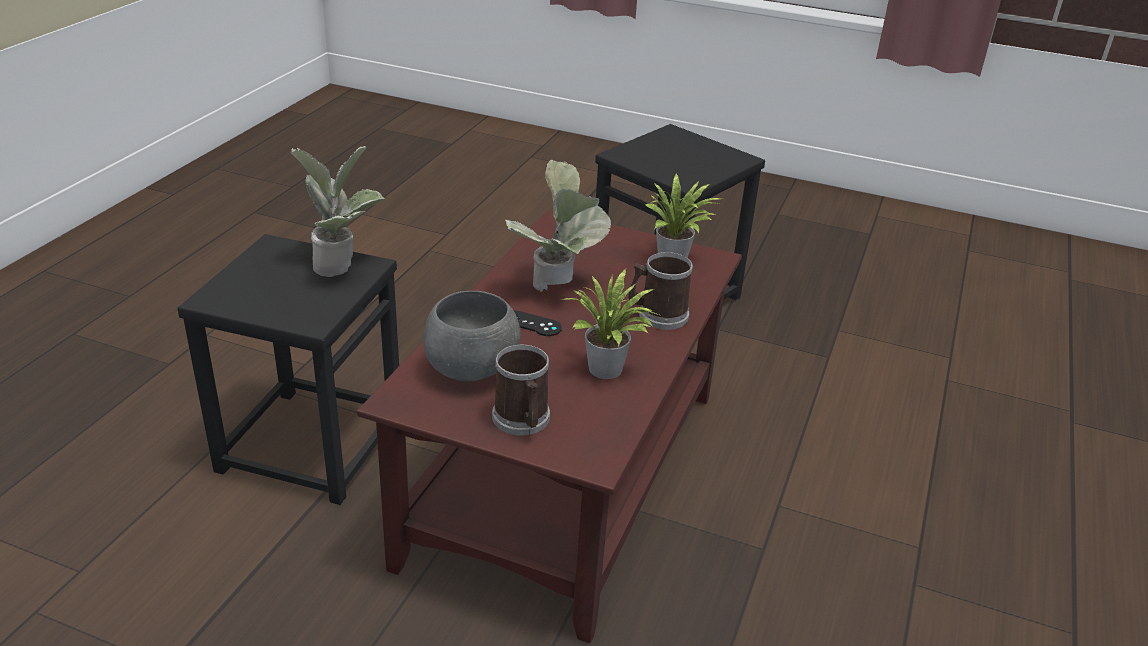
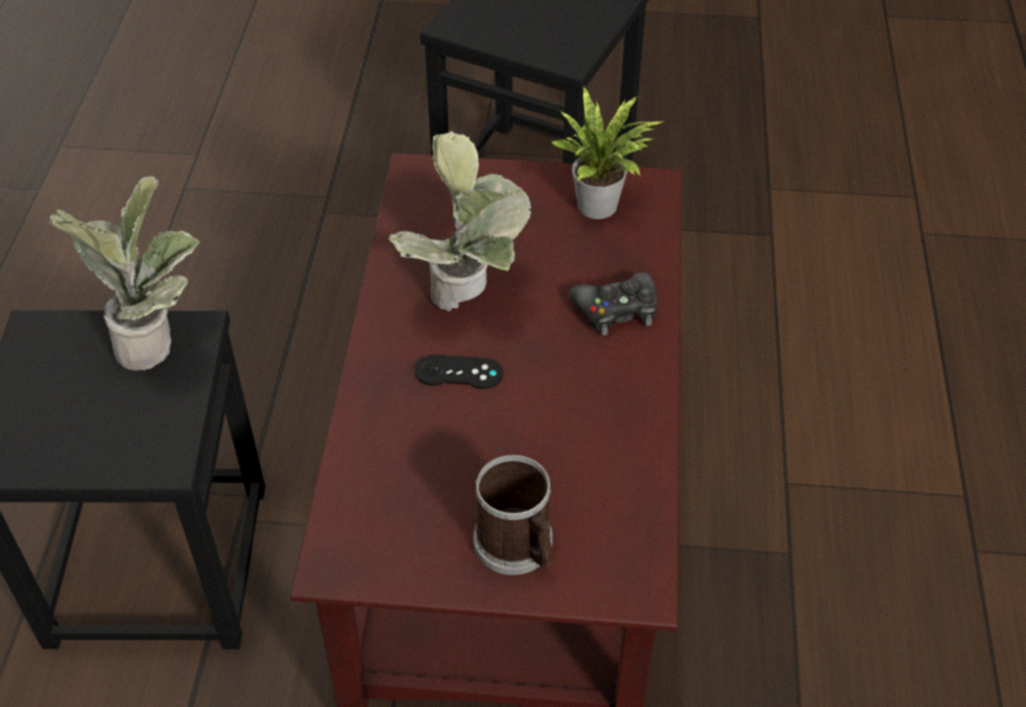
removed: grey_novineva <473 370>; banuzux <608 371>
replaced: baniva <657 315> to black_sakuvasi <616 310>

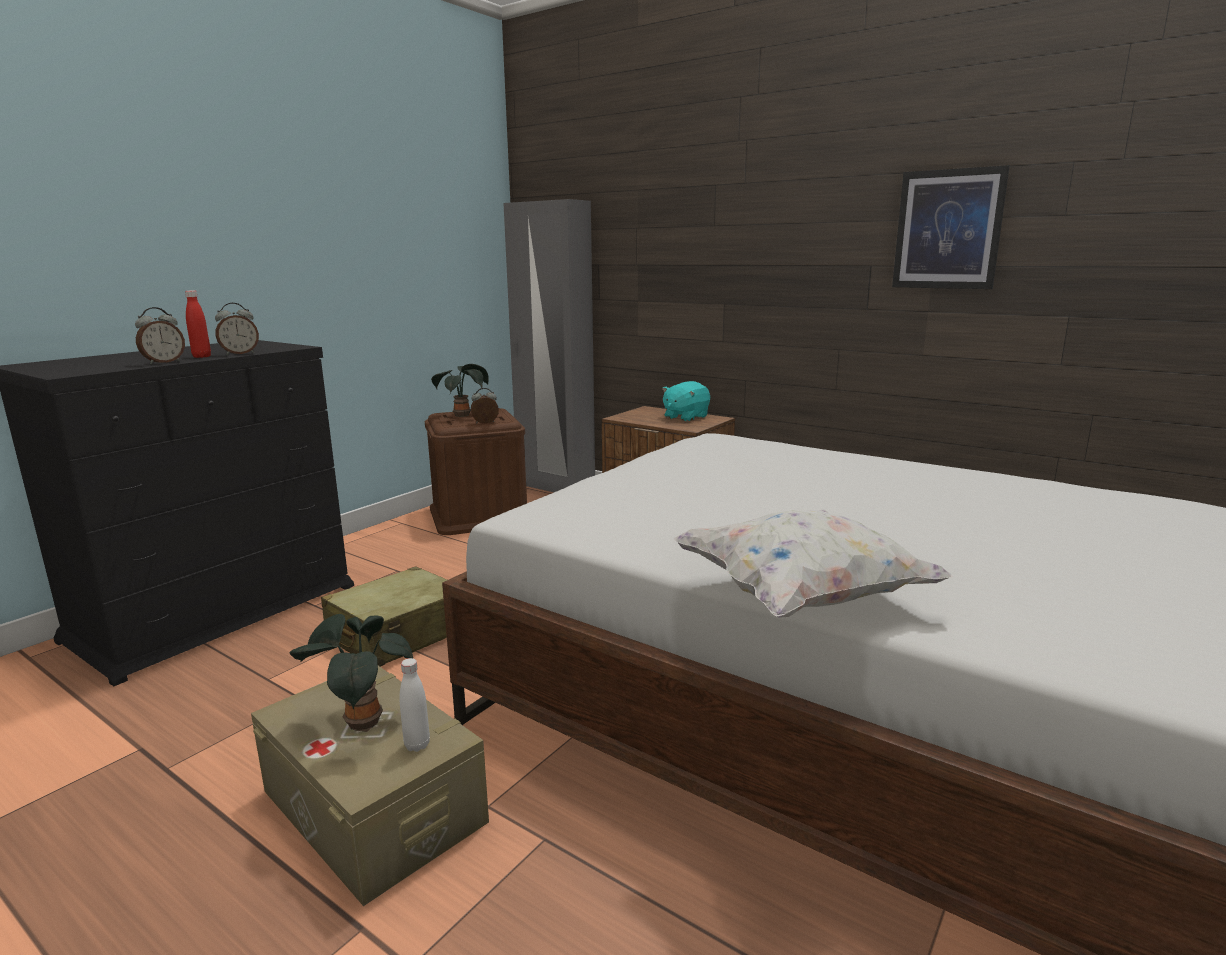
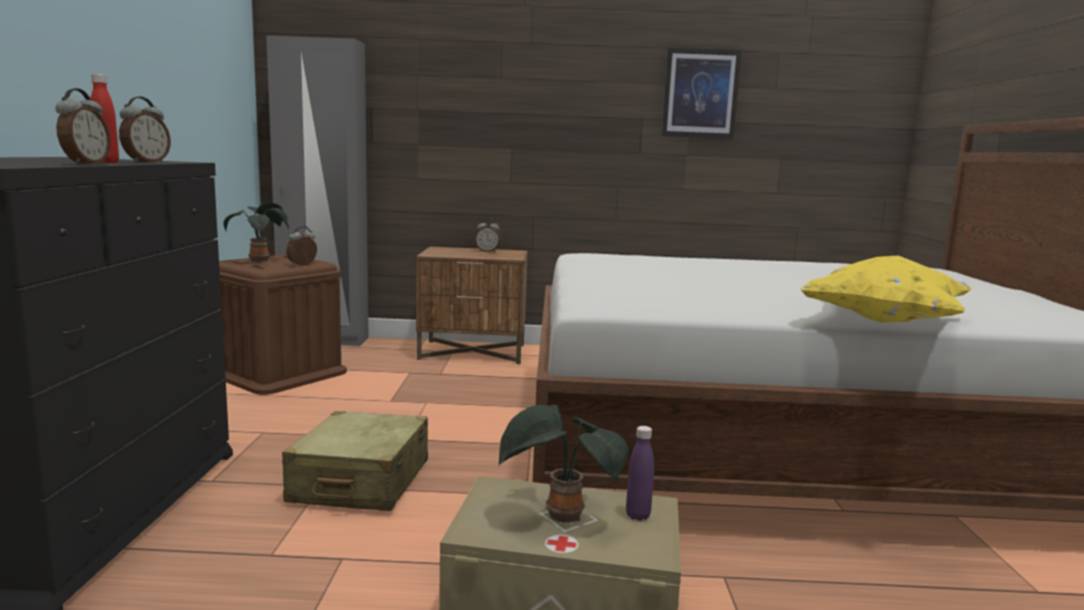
replaced: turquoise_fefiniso <685 417> to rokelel <487 251>
recoloured: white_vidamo <417 745> to purple_vidamo <638 515>; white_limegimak <802 598> to yellow_limegimak <884 321>

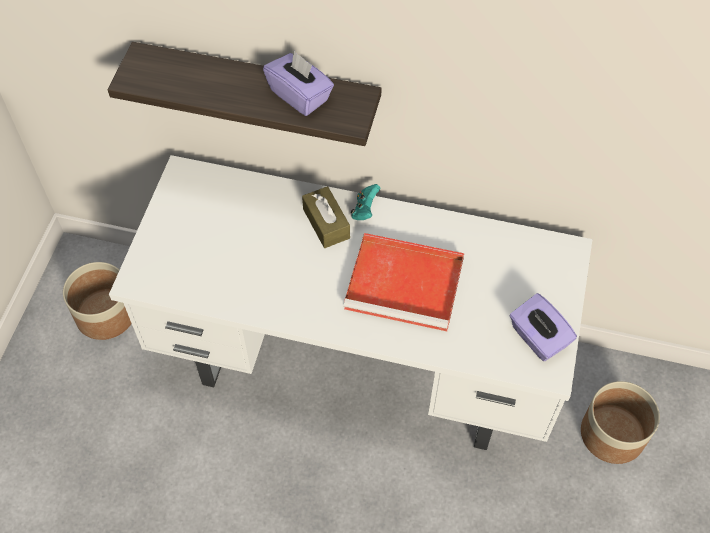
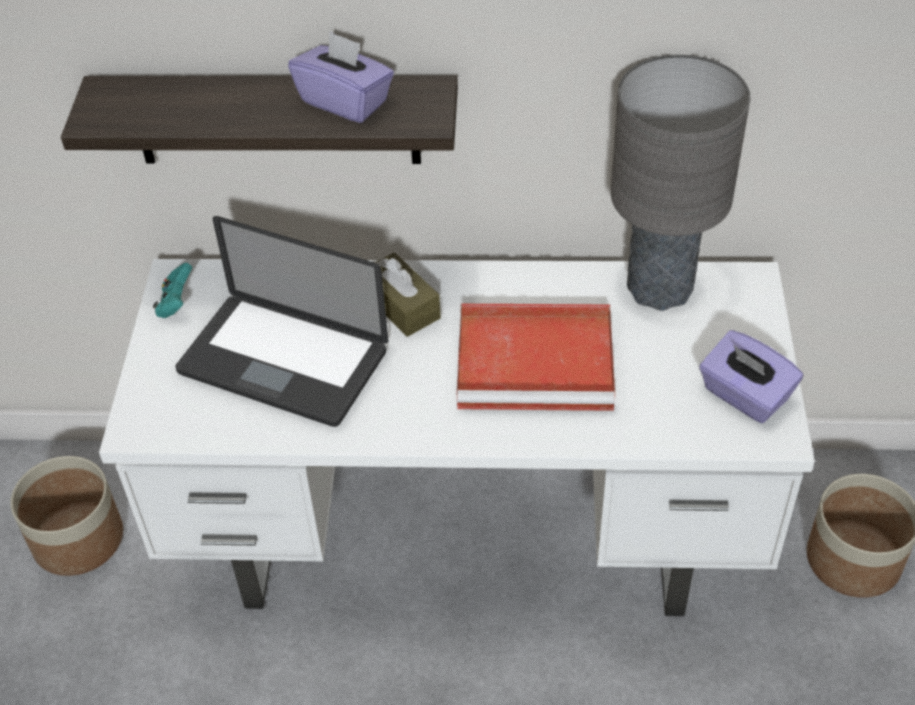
added: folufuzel <283 362>; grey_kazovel <658 288>
moved: turquoise_sakuvasi <365 210> to <176 304>

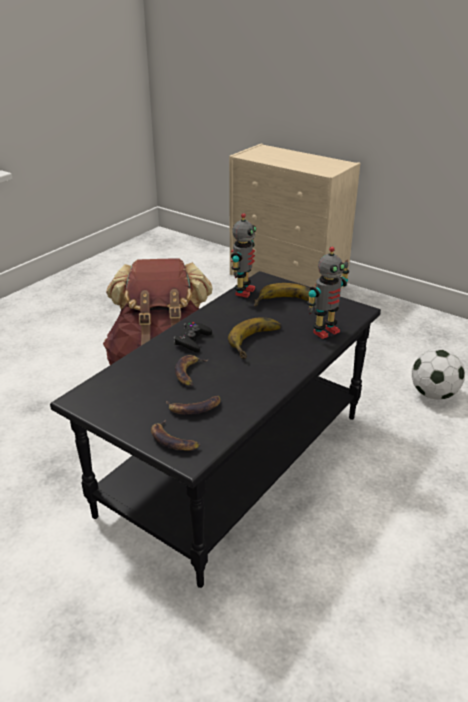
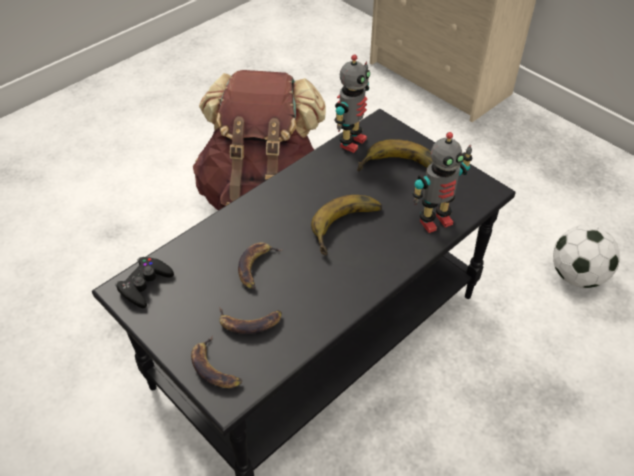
moved: black_sakuvasi <192 341> to <145 285>

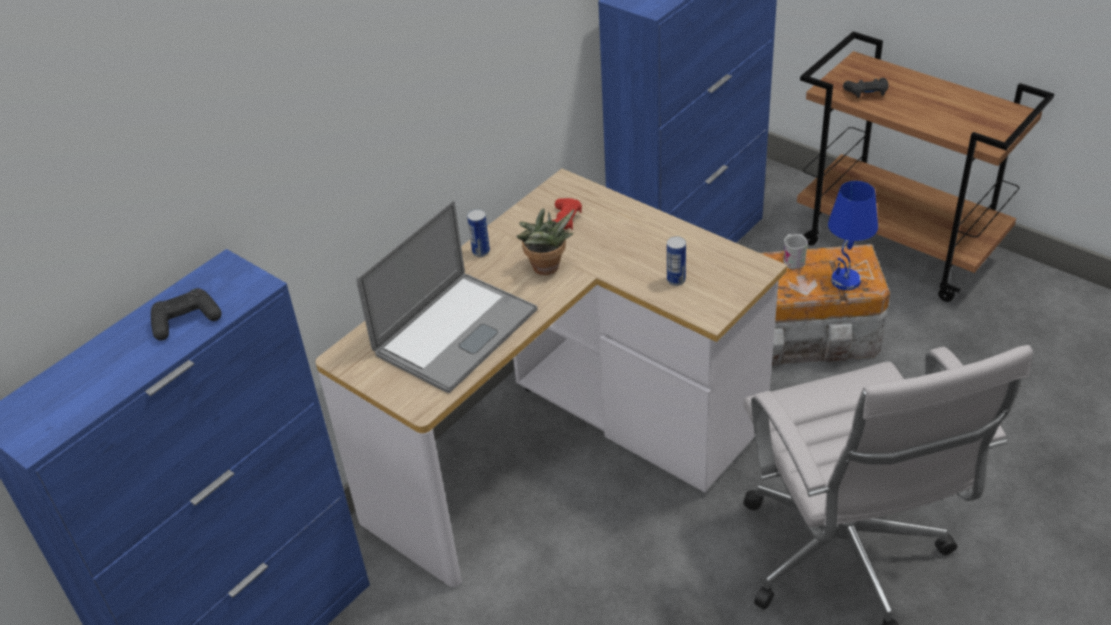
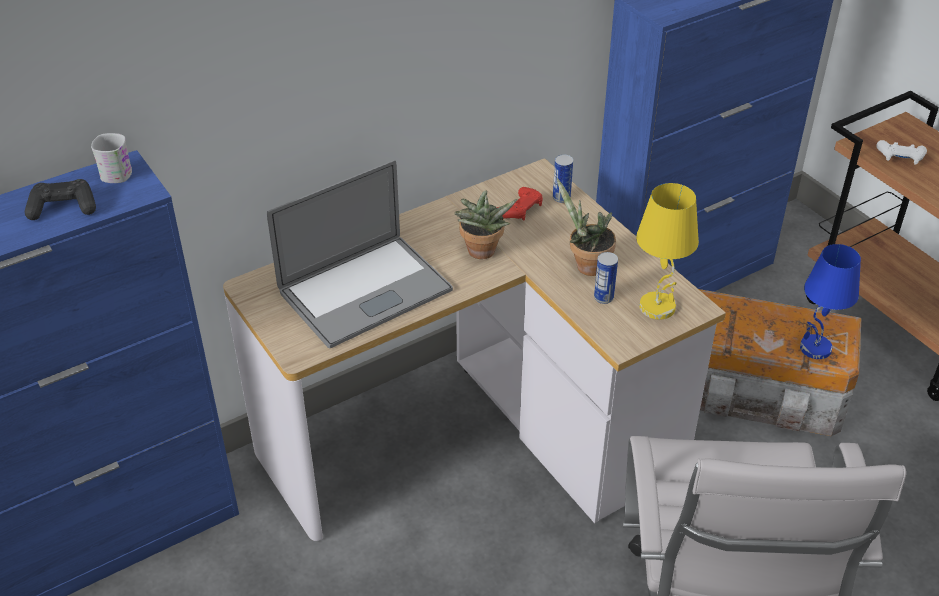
added: banuzux <585 266>; yellow_kazovel <658 307>
moved: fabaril <481 251> to <561 198>; white_baniva <792 259> to <118 171>
recoloured: black_sakuvasi <866 93> to white_sakuvasi <900 157>

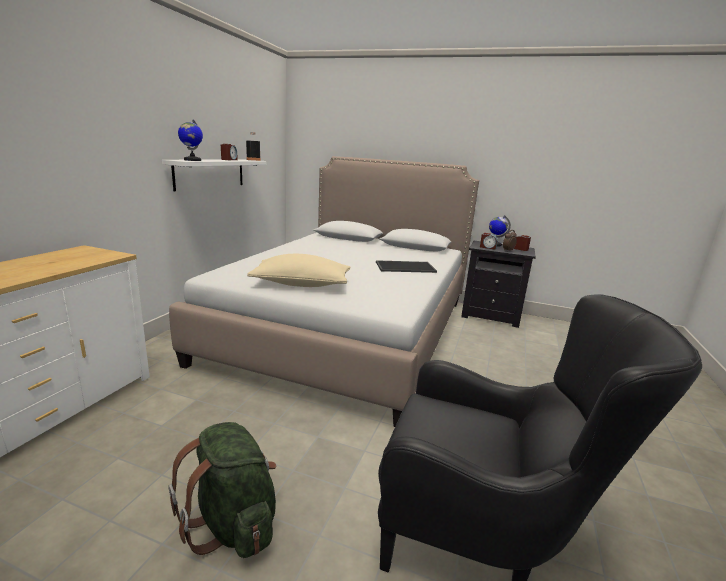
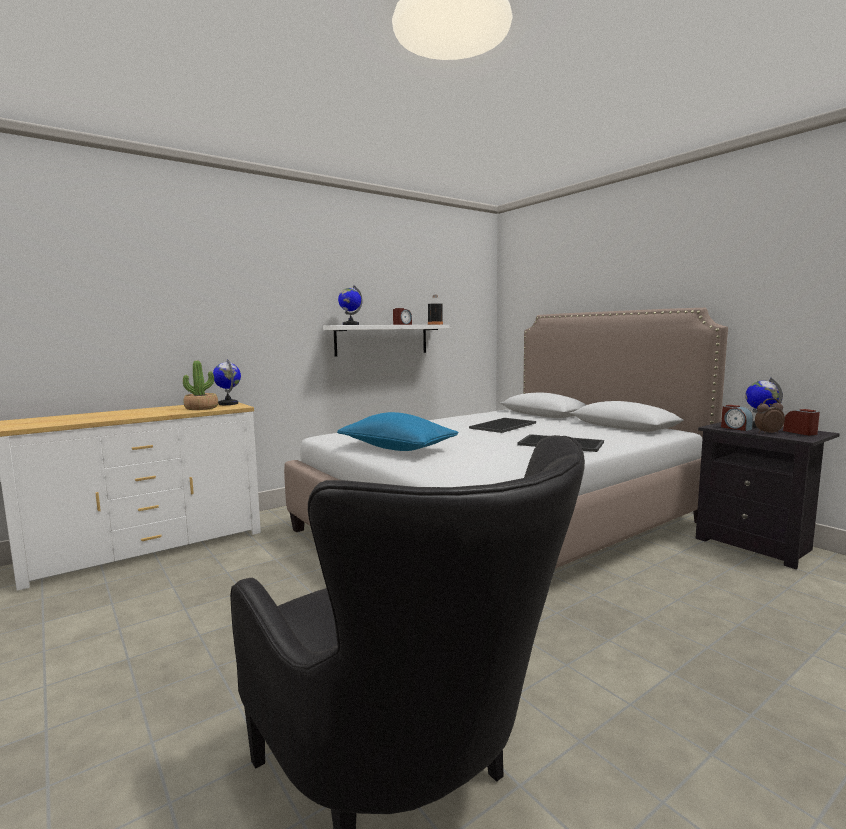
removed: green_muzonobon <233 523>
added: banuzux <201 408>; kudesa <228 404>; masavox <503 426>
recoloured: beige_limegimak <301 284> to blue_limegimak <397 448>

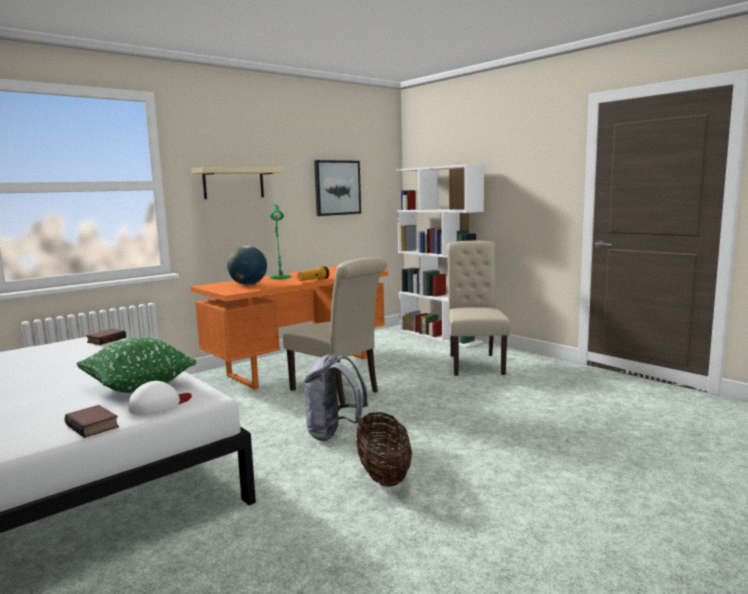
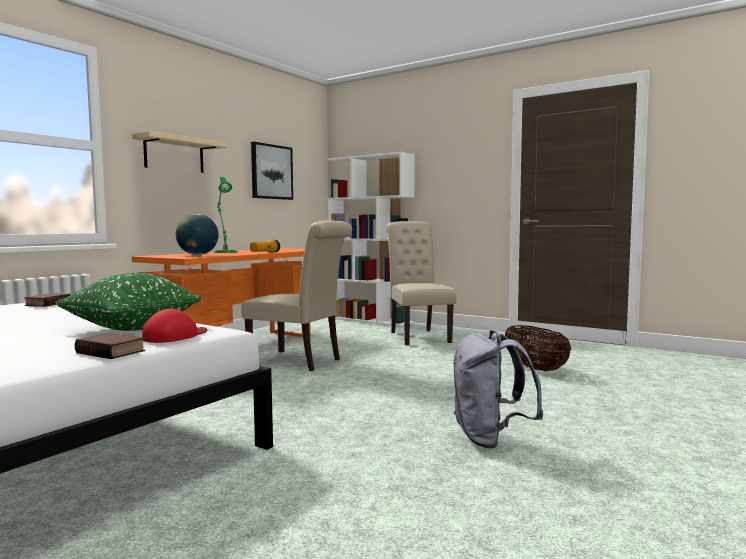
moved: grey_muzonobon <334 434> to <490 439>; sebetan <383 475> to <535 369>
recoloured: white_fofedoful <160 404> to red_fofedoful <175 336>

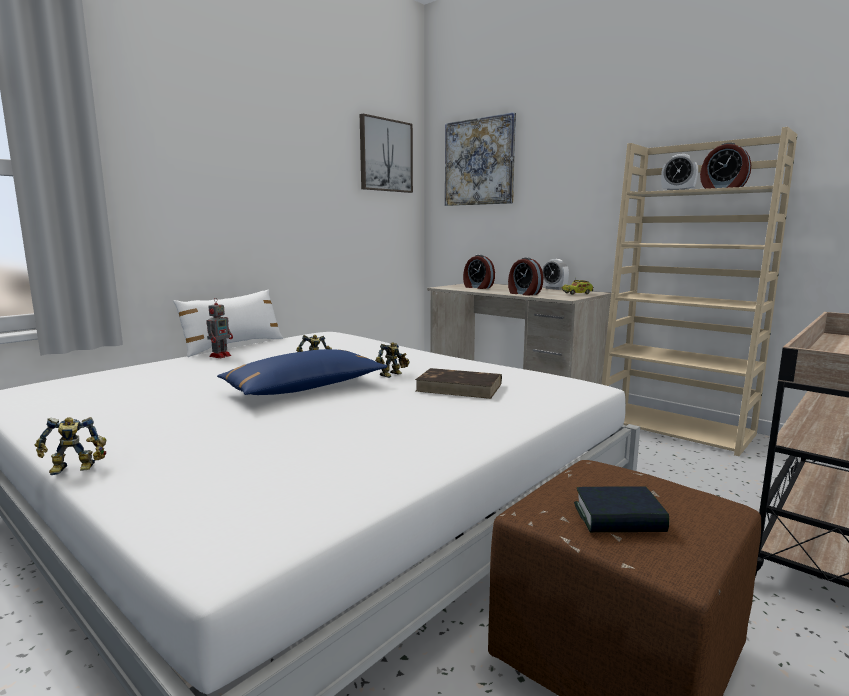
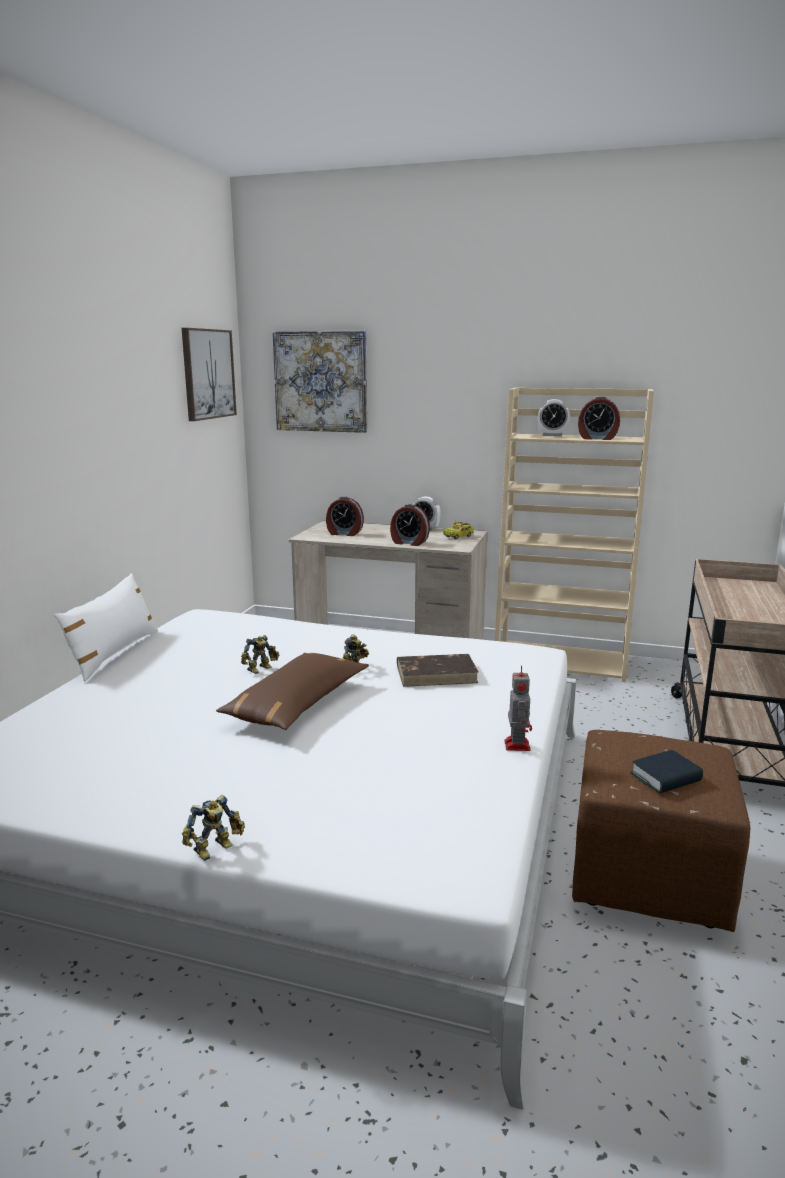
moved: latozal <221 356> to <517 744>
recoloured: blue_limegimak <304 388> to brown_limegimak <297 704>

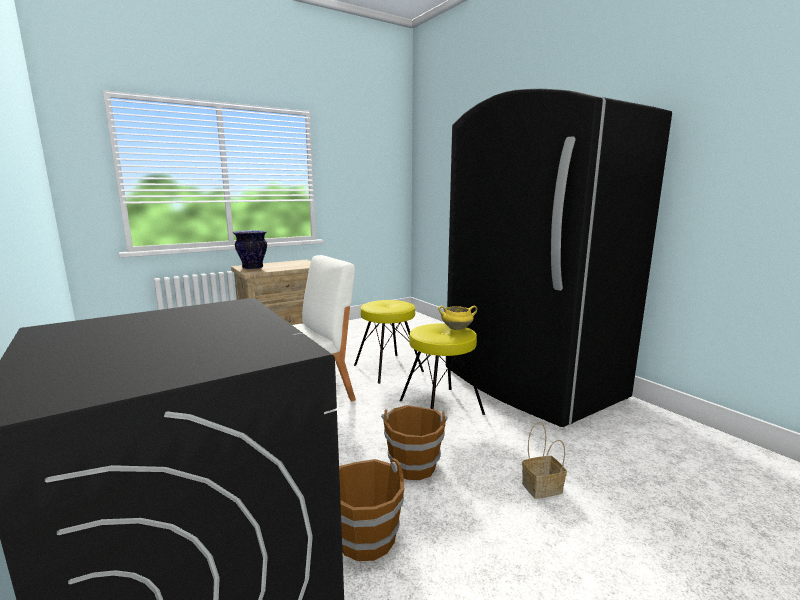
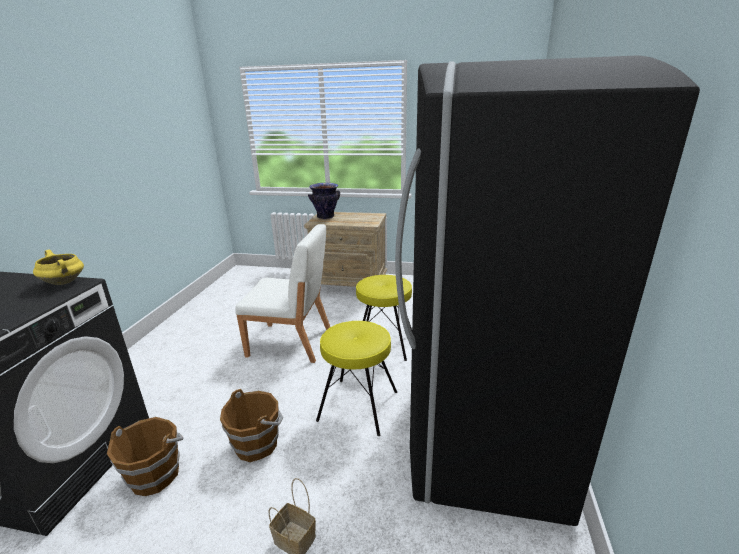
moved: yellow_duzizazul <457 328> to <65 282>

